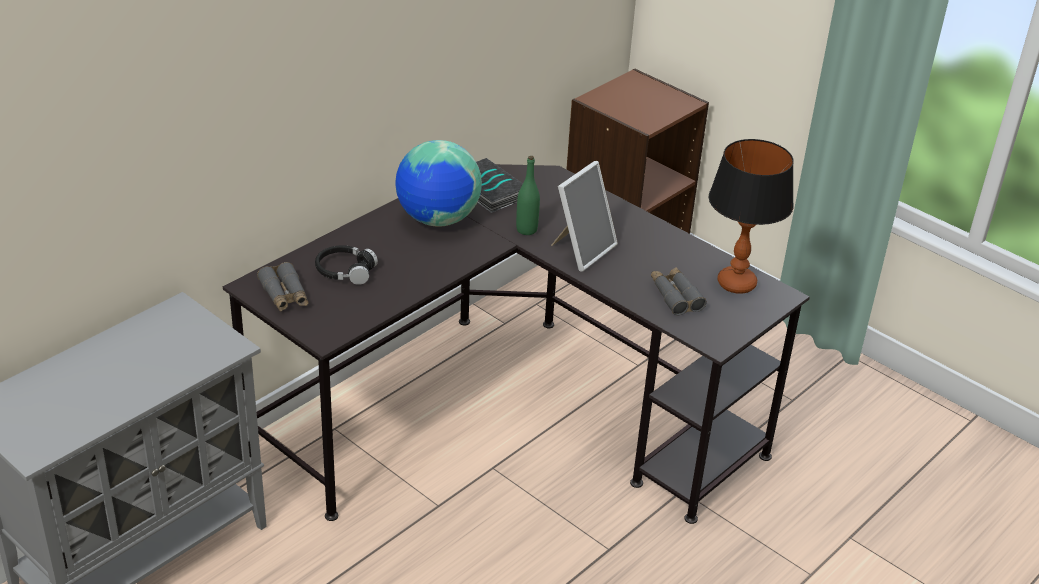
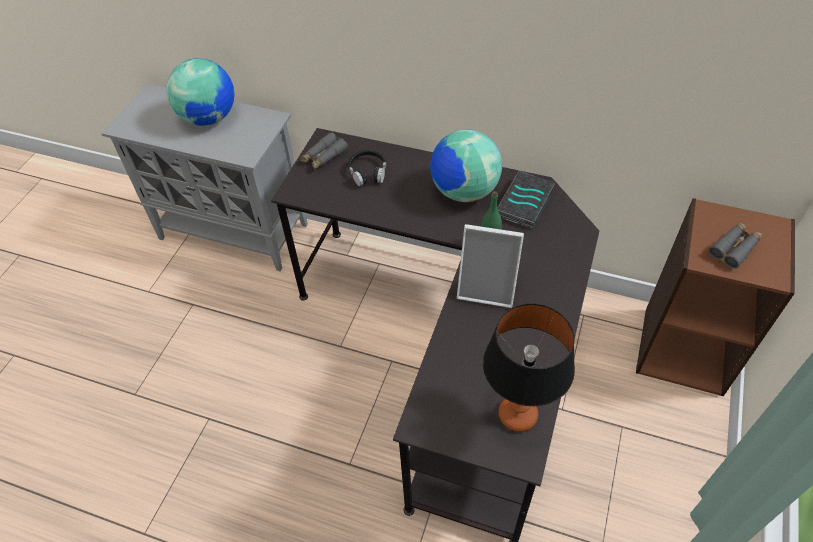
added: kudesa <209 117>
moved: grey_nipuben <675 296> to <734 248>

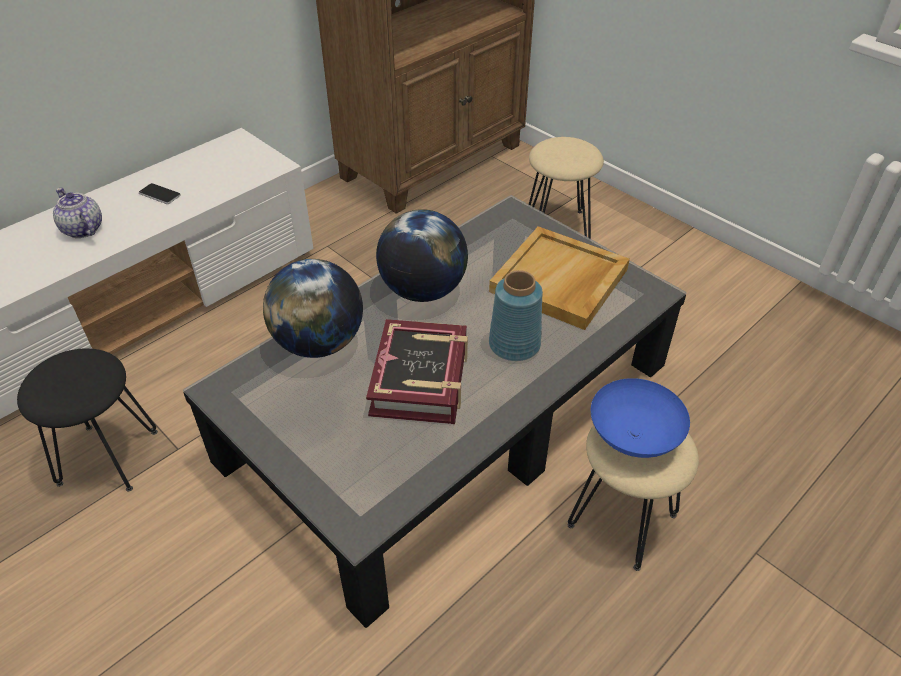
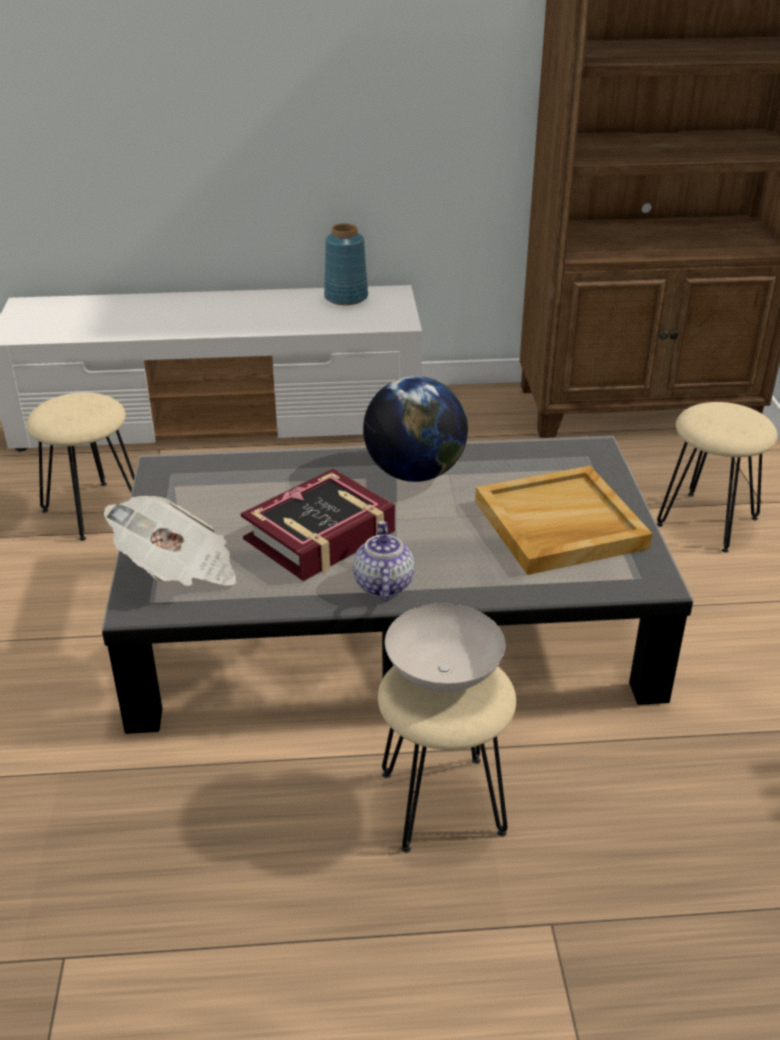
removed: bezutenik <160 194>; kudesa <319 343>
added: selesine <178 570>
moved: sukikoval <82 229> to <382 584>; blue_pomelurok <515 344> to <347 297>
recoloured: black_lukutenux <107 457> to beige_lukutenux <93 510>; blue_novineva <635 438> to white_novineva <445 676>

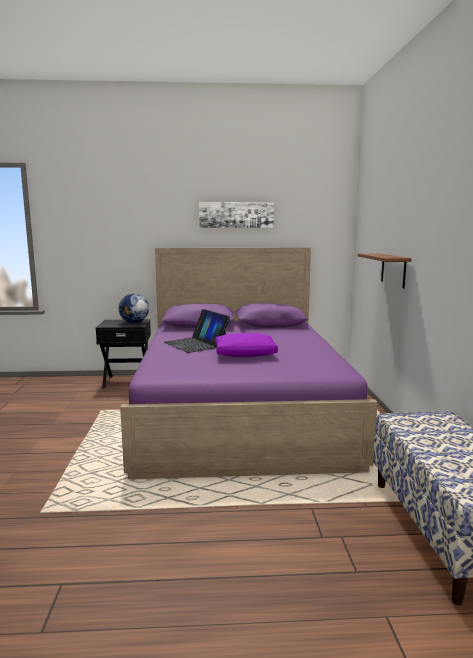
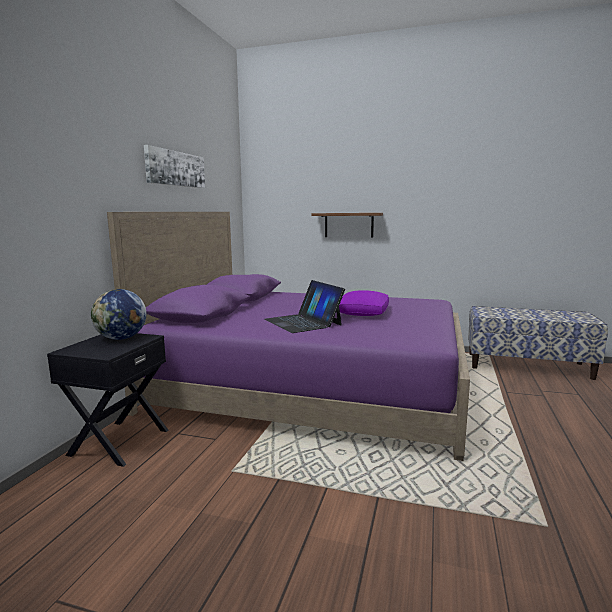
turned: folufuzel <196 344> = <303 322> 75 degrees clockwise

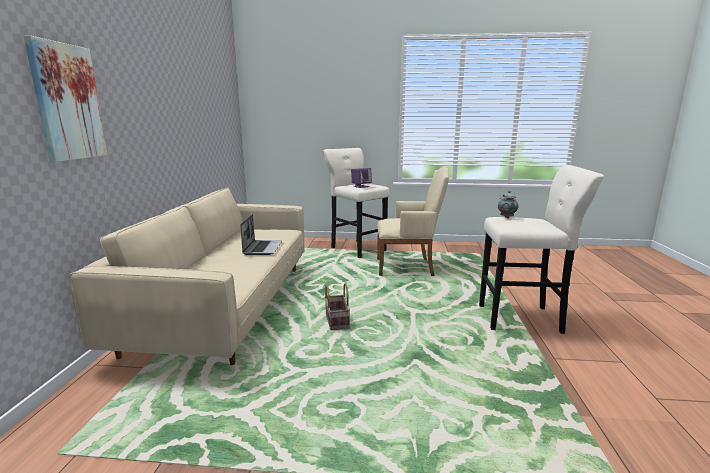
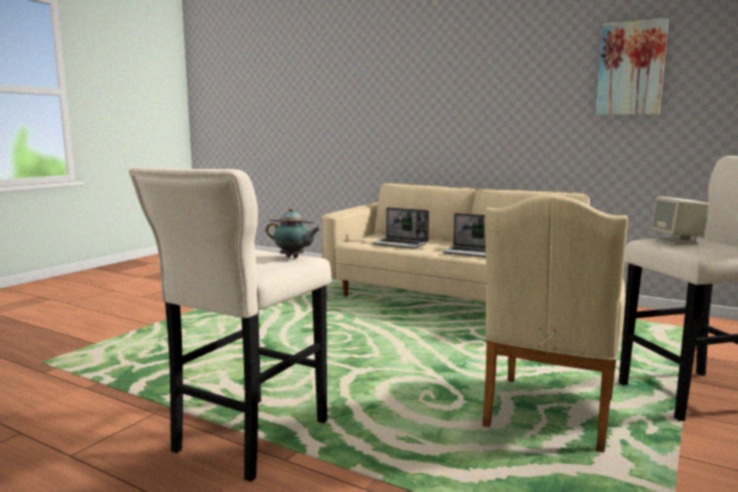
removed: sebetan <336 321>
added: folufuzel <400 244>
moved: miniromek <67 102> to <631 69>
recoloured: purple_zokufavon <361 186> to beige_zokufavon <677 241>

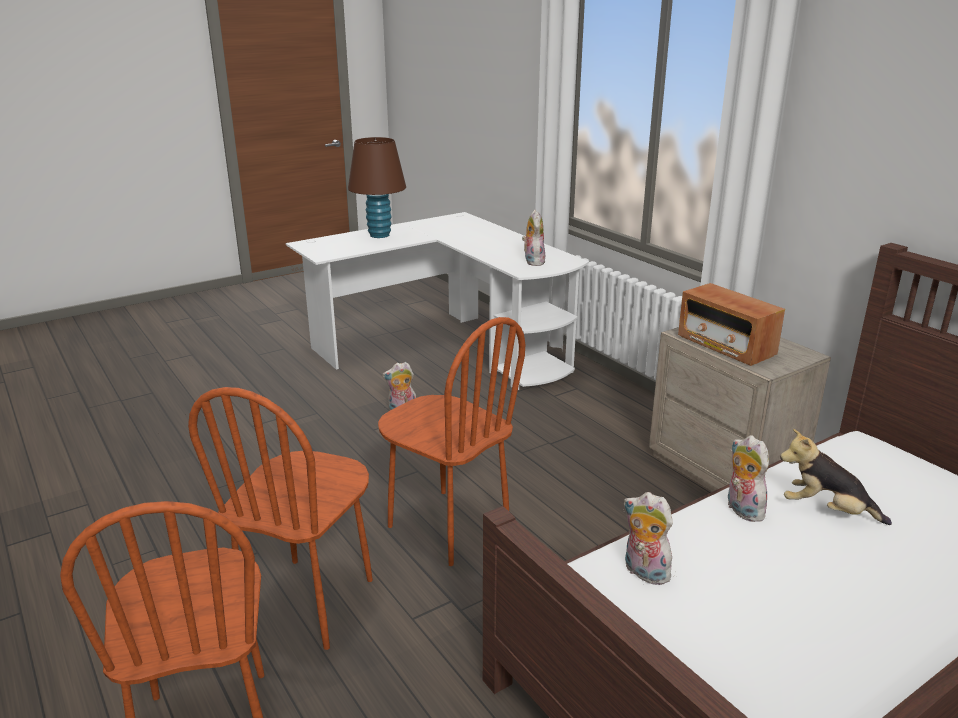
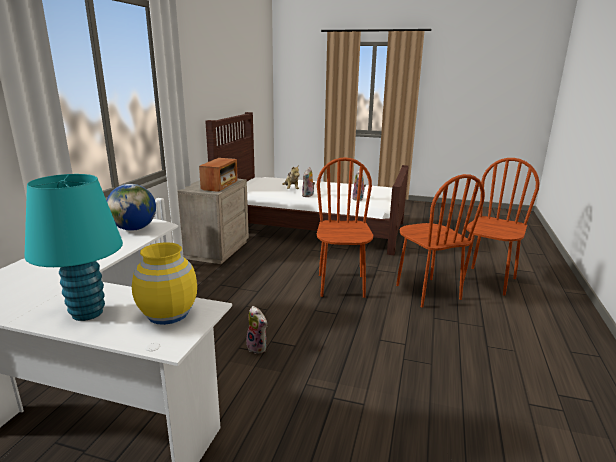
added: yellow_pomelurok <168 314>
replaced: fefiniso <532 261> to kudesa <134 229>
recoloured: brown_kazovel <379 235> to turquoise_kazovel <87 313>
turned: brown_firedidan <308 601> = <427 292> 90 degrees clockwise

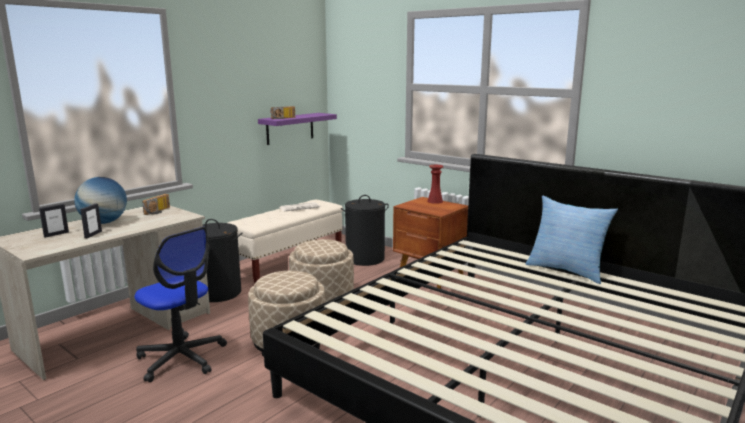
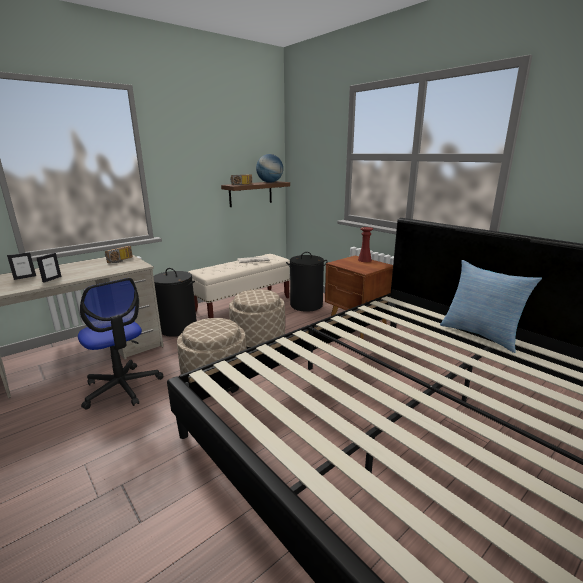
moved: kudesa <104 222> to <270 182>
recoloured: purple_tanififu <290 128> to brown_tanififu <250 194>

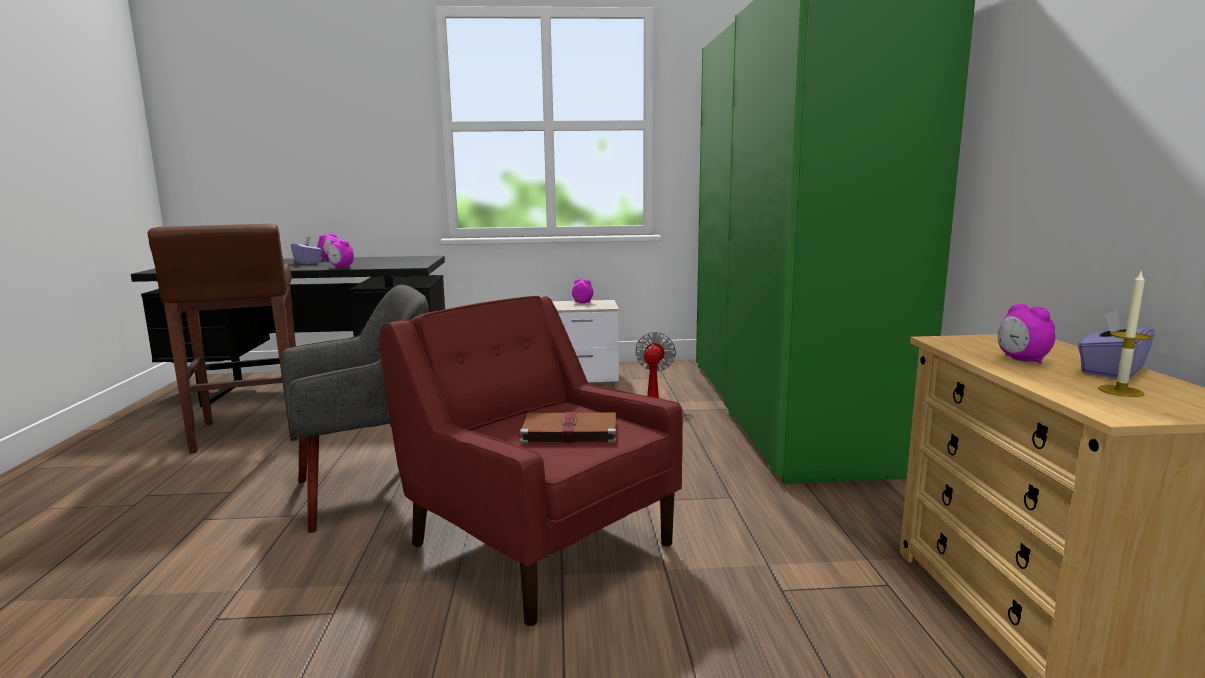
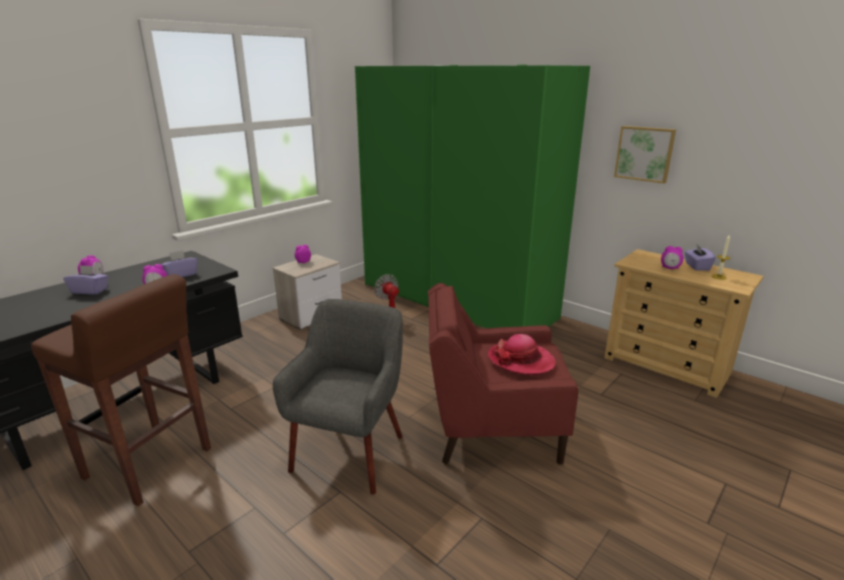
added: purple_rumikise <181 275>; miniromek <644 153>
replaced: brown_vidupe <568 431> to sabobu <521 360>

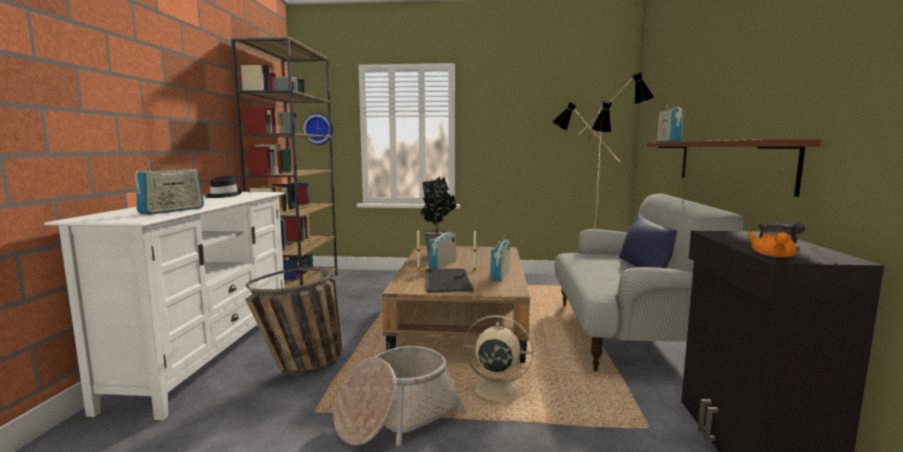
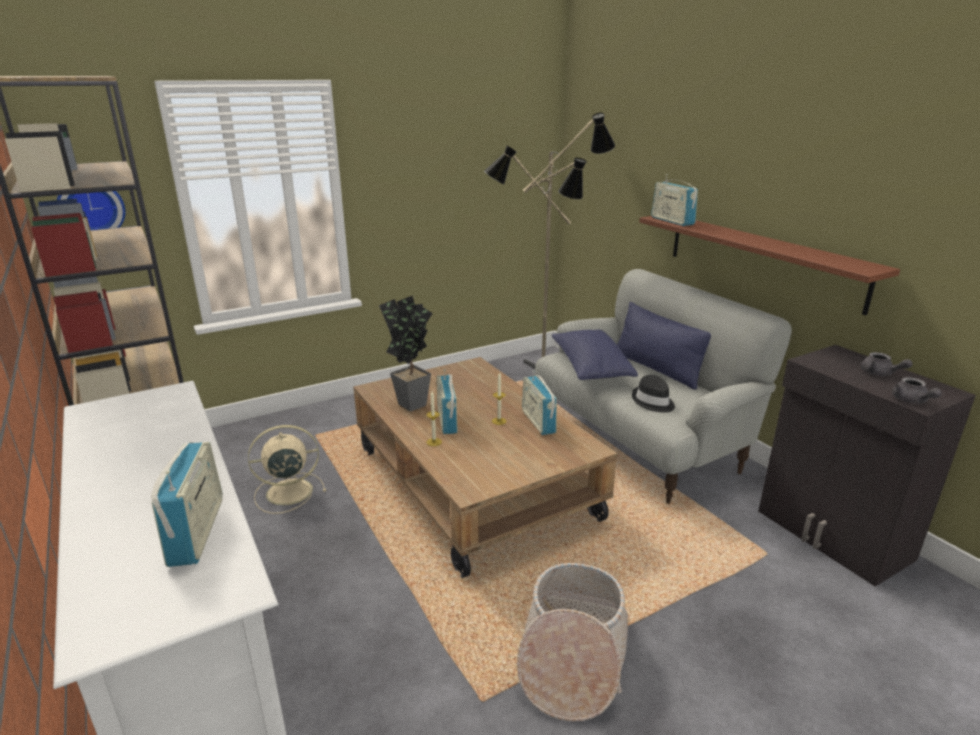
removed: sebetan <303 368>; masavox <446 280>
added: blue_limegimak <590 368>
moved: black_sabobu <222 195> to <653 402>; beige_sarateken <494 390> to <287 492>
recoloured: orange_sukikoval <773 256> to grey_sukikoval <911 401>

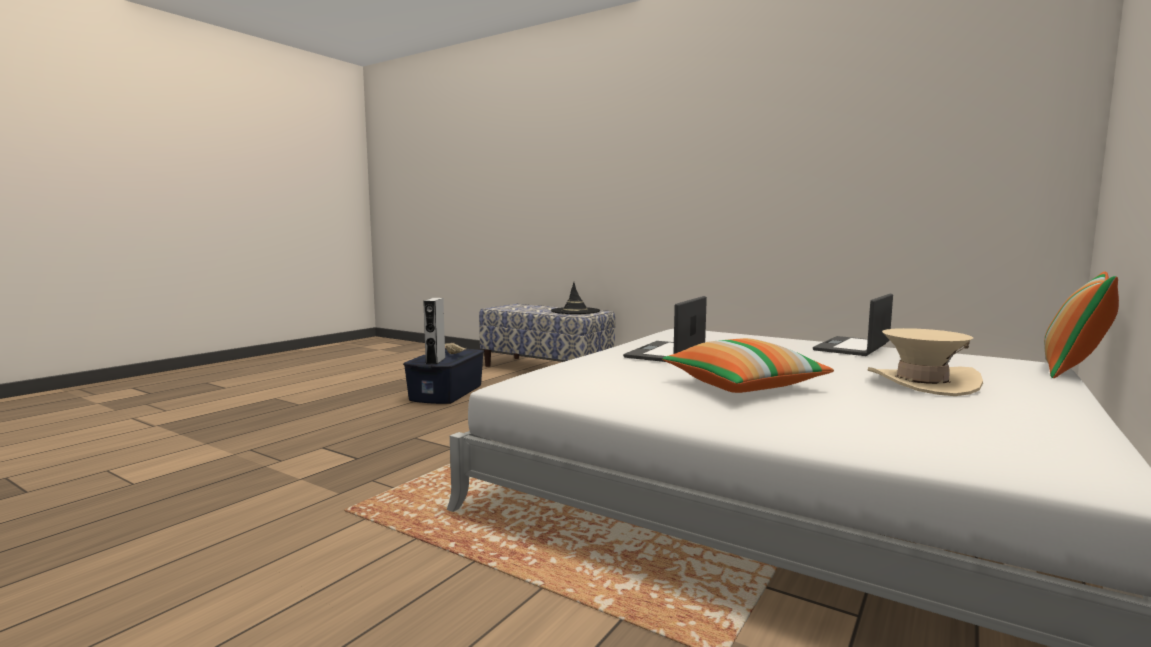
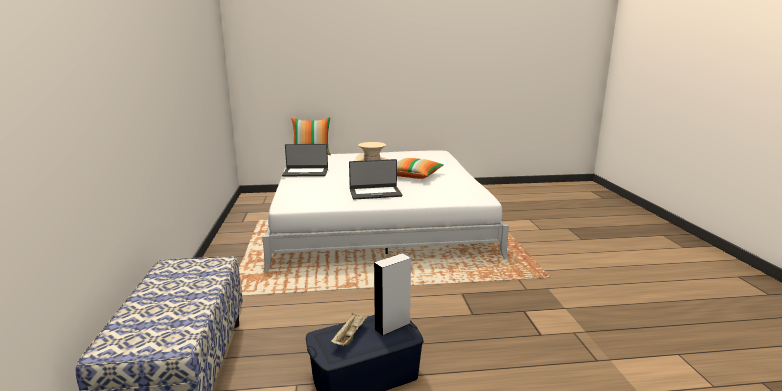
removed: black_sabobu <575 311>

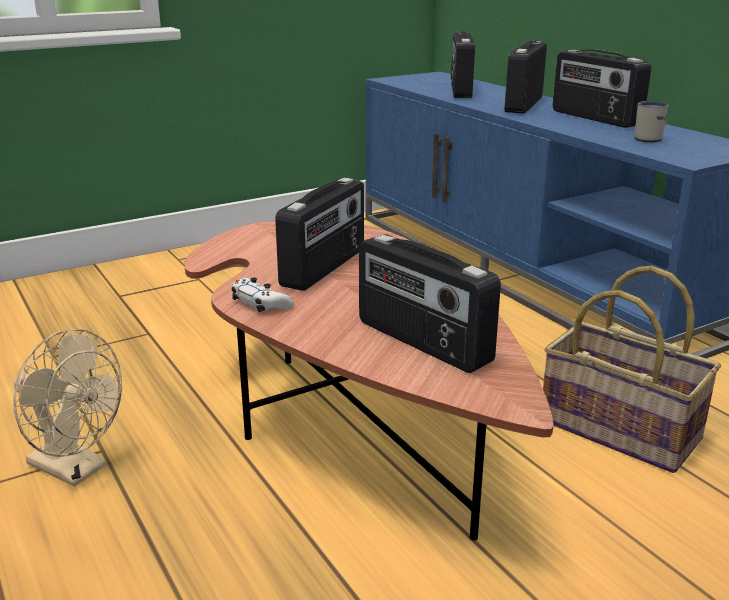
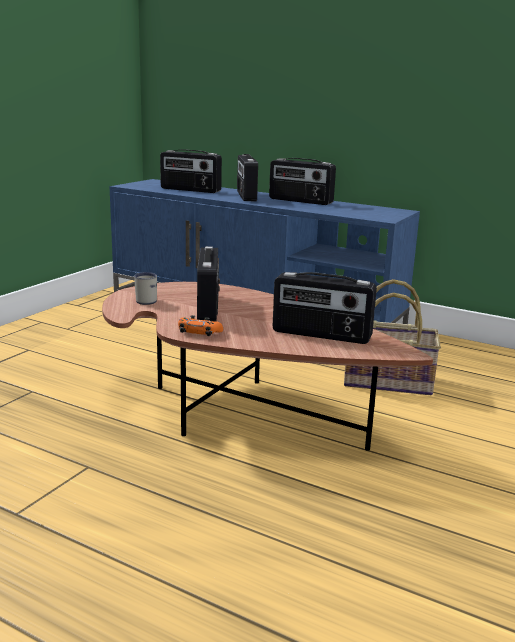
removed: beige_sarateken <76 469>
moved: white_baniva <648 138> to <146 300>
recoloured: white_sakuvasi <261 303> to orange_sakuvasi <199 332>
turned: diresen <460 90> = <190 190> 45 degrees counterclockwise

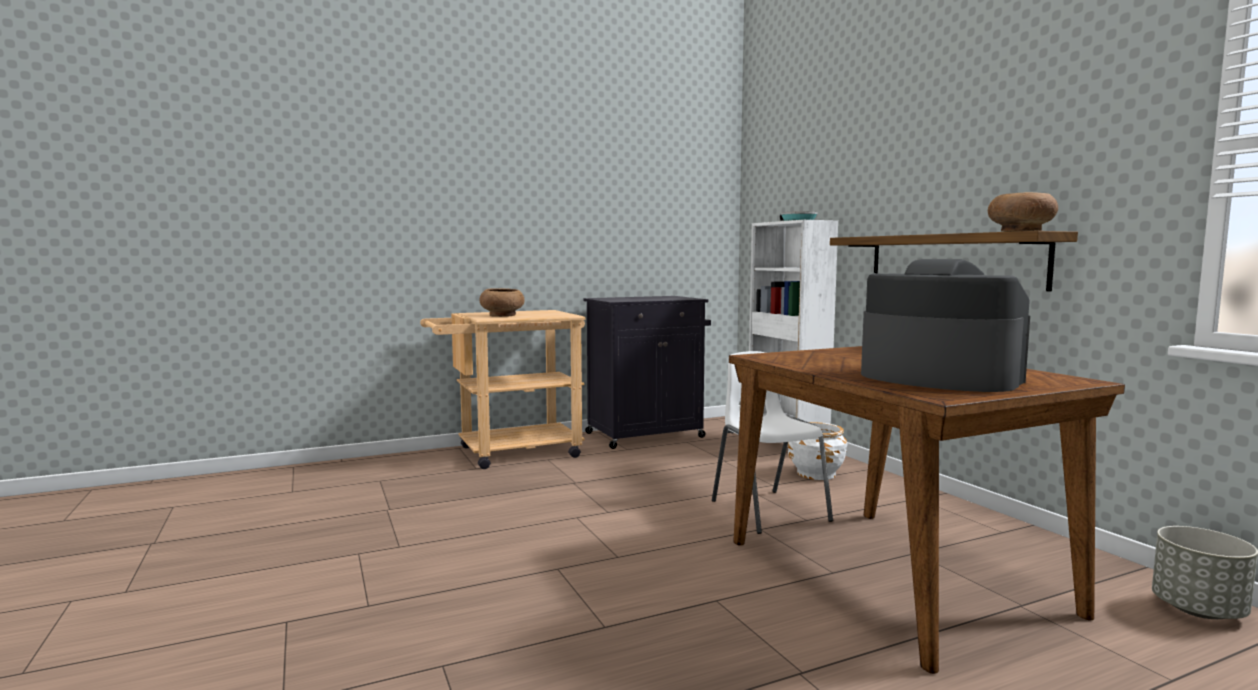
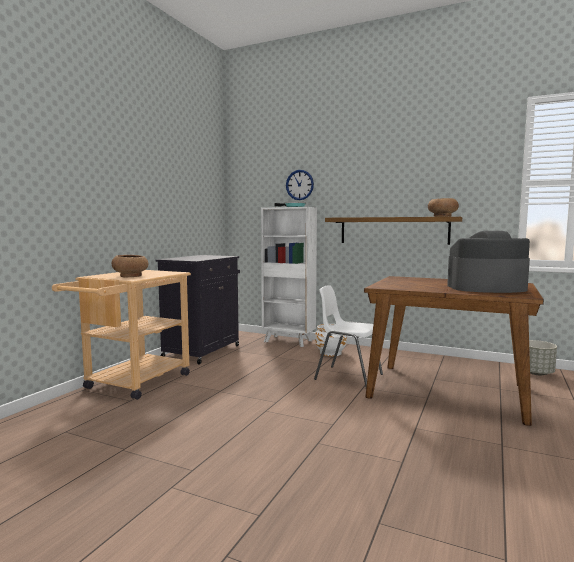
added: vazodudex <299 185>

